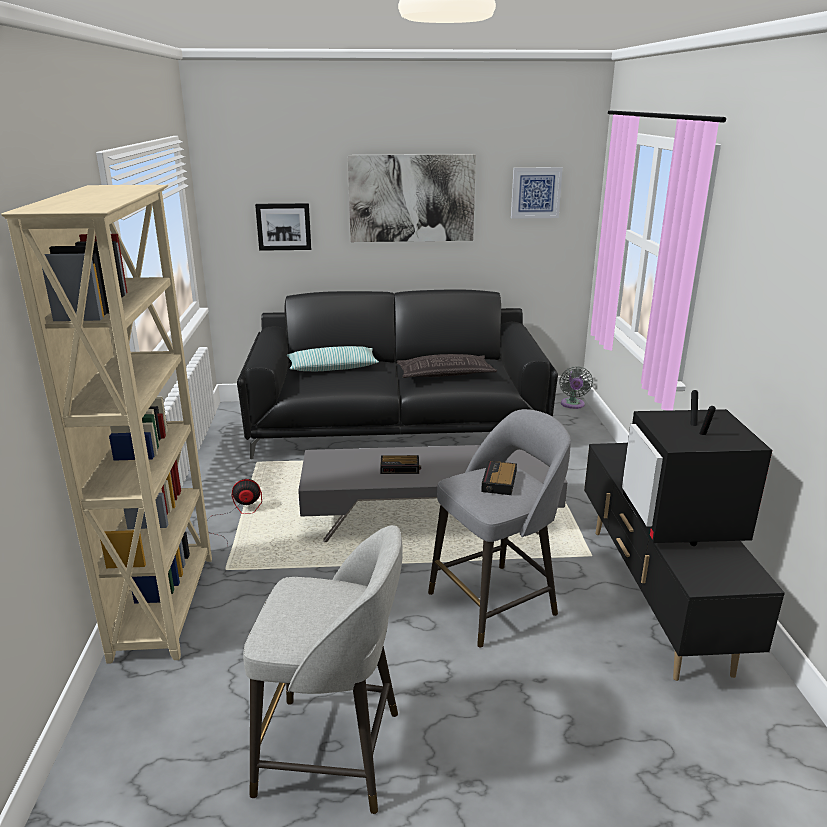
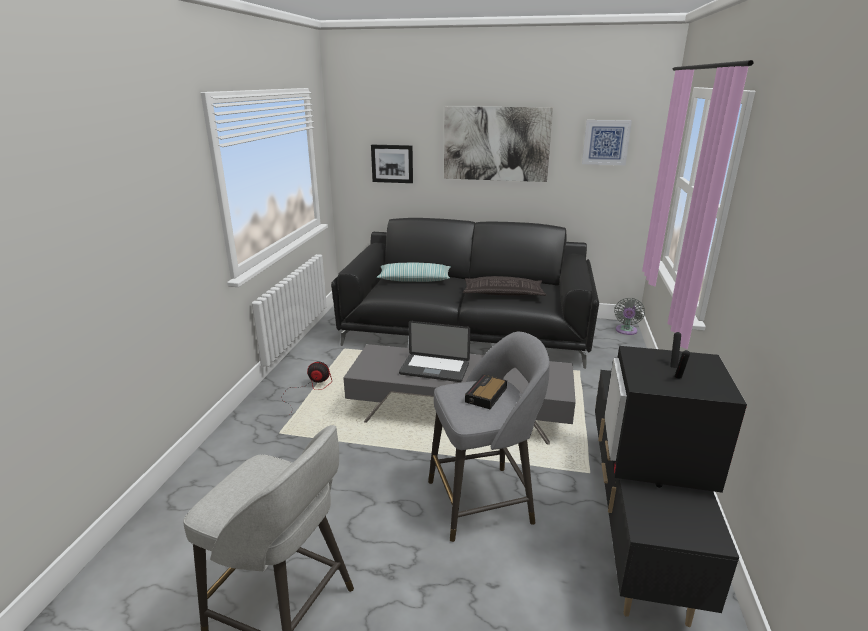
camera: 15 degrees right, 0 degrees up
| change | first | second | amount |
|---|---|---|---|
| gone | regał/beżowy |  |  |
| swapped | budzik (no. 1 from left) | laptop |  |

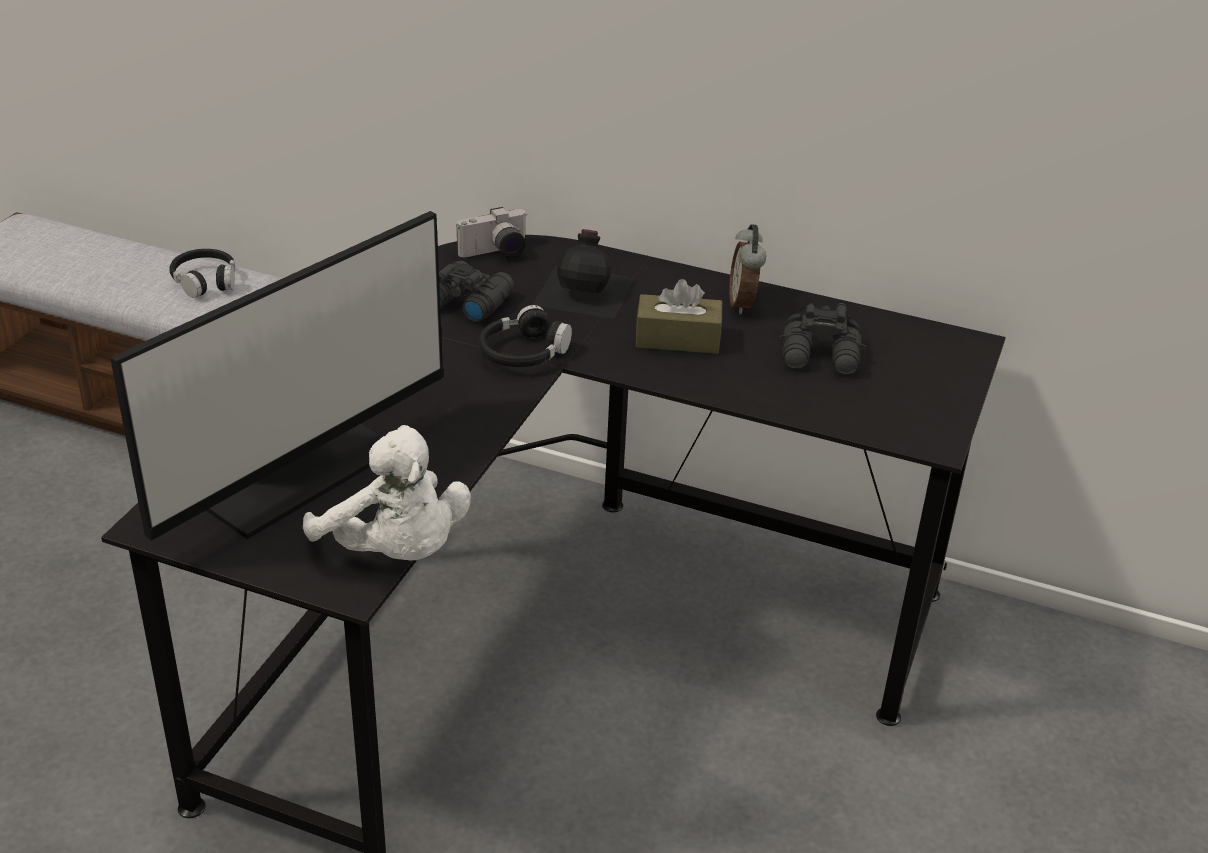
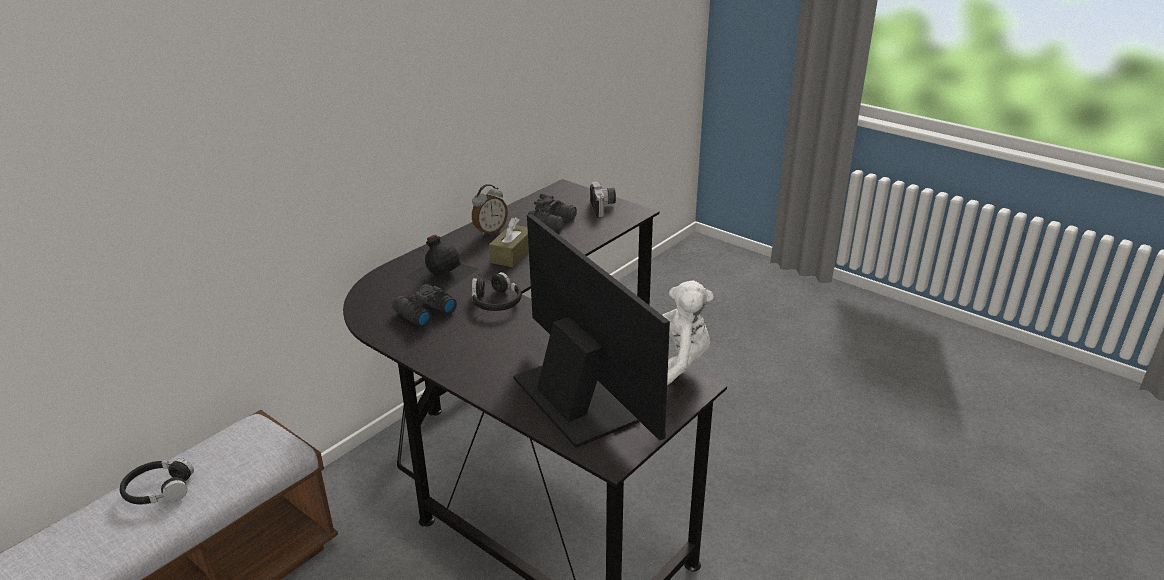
camera: 70 degrees left, 5 degrees down
| change | first | second | amount |
|---|---|---|---|
| shifted | aparat fotograficzny |  |  |
| rotated | budzik |  | 60 degrees counterclockwise |

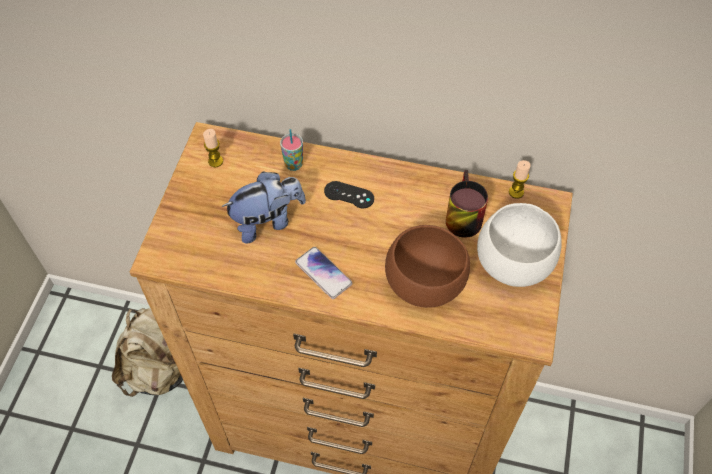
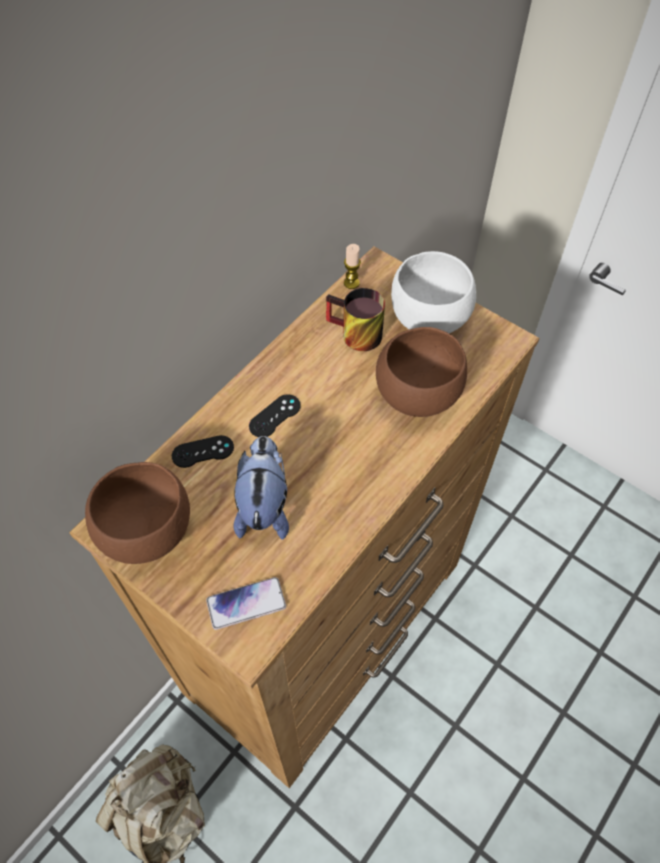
camera: 65 degrees left, 0 degrees up
| change | first | second | amount |
|---|---|---|---|
| swapped | świeca (no. 1 from left) | miska/brązowy (no. 1 from left) |  |
| swapped | filiżanka | pad do gier/czarny (no. 1 from left) |  |
| shifted | telefon |  |  |

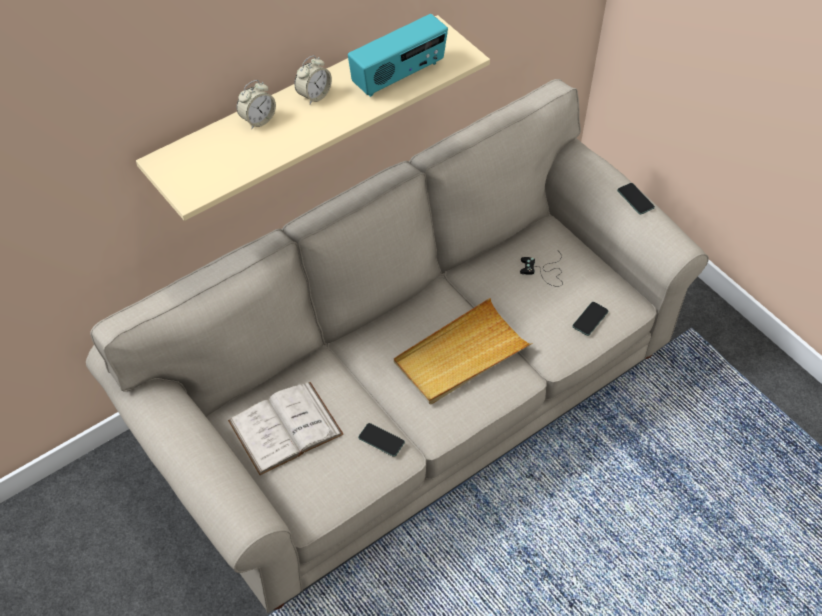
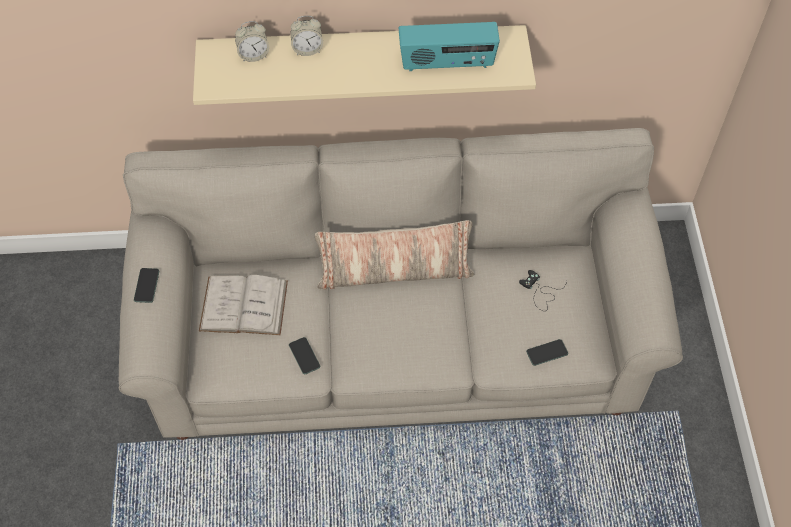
camera: 35 degrees right, 5 degrees up
| change | first | second | amount |
|---|---|---|---|
| shifted | budzik (no. 2 from left in the first image) | budzik (no. 1 from left) |  |
| shifted | telefon (no. 3 from left in the first image) | telefon (no. 1 from left) |  |
| gone | taca/beżowy |  |  |
| new |  | poduszka |  |

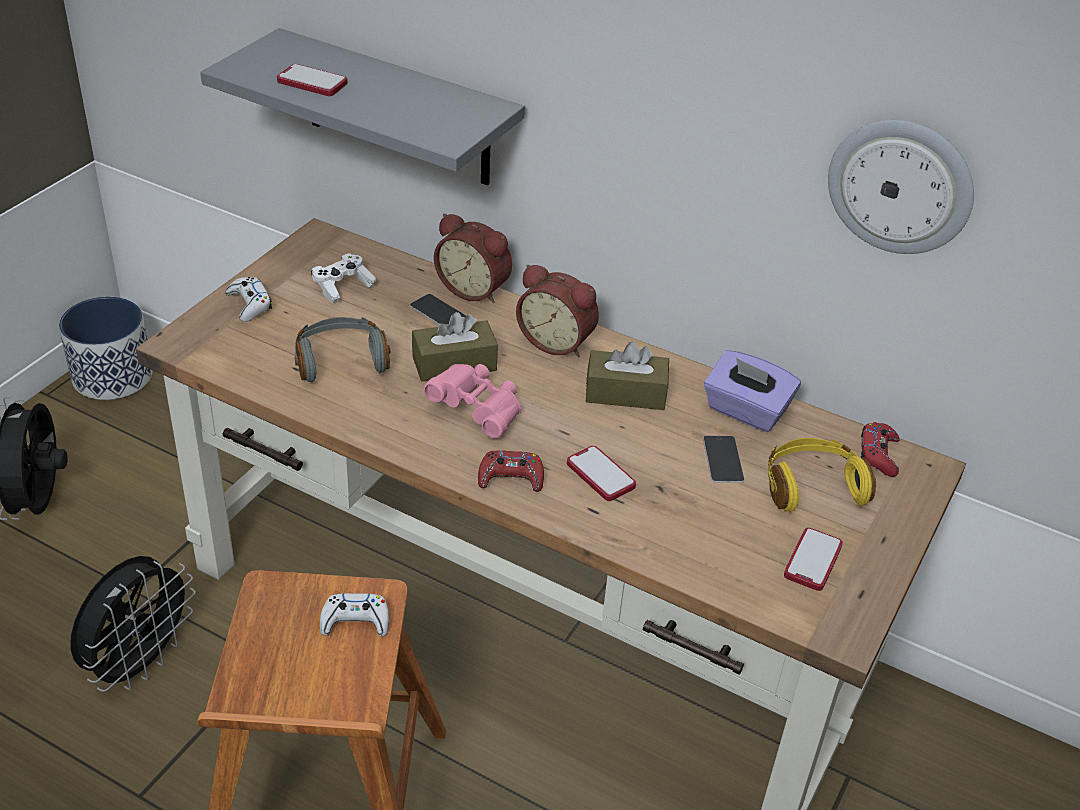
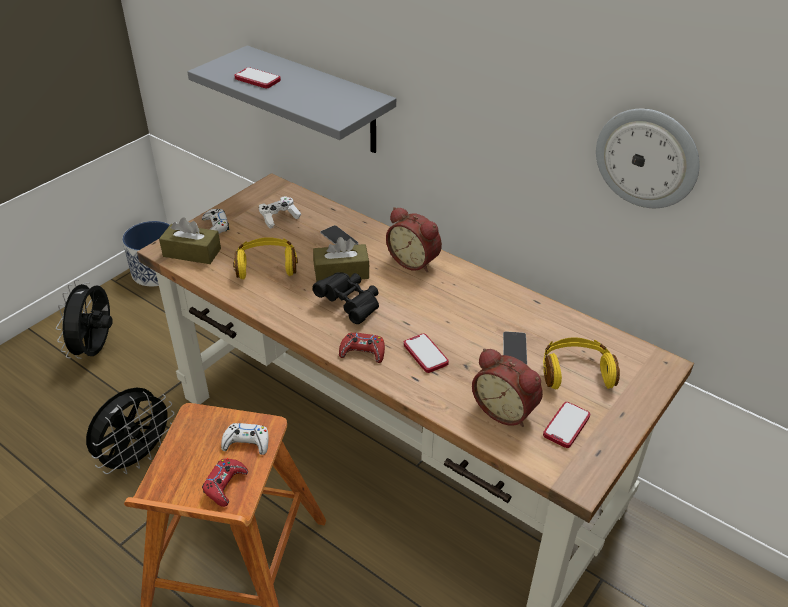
camera: 10 degrees right, 0 degrees up
| change | first | second | amount |
|---|---|---|---|
| shifted | budzik (no. 1 from left in the first image) | budzik (no. 2 from left) |  |
| repainted | słuchawki/szary | słuchawki/żółty (no. 1 from left) |  |
| shifted | pudełko chusteczek/brązowy (no. 2 from left in the first image) | pudełko chusteczek/brązowy (no. 1 from left) |  |
| gone | pudełko chusteczek/fioletowy |  |  |
| repainted | lornetka/różowy | lornetka/czarny |  |
| shifted | pad do gier/czerwony (no. 2 from left in the first image) | pad do gier/czerwony (no. 1 from left) |  |

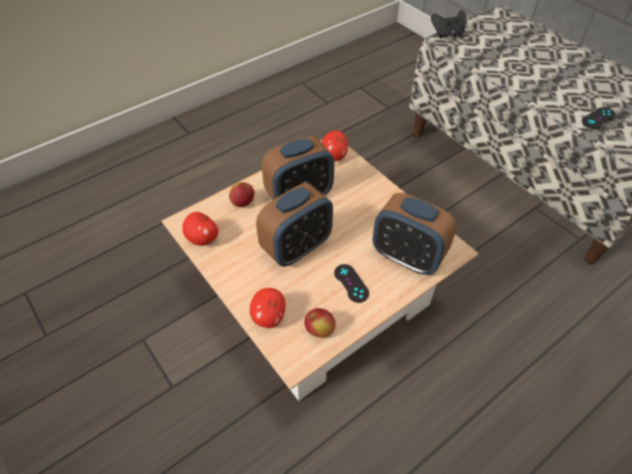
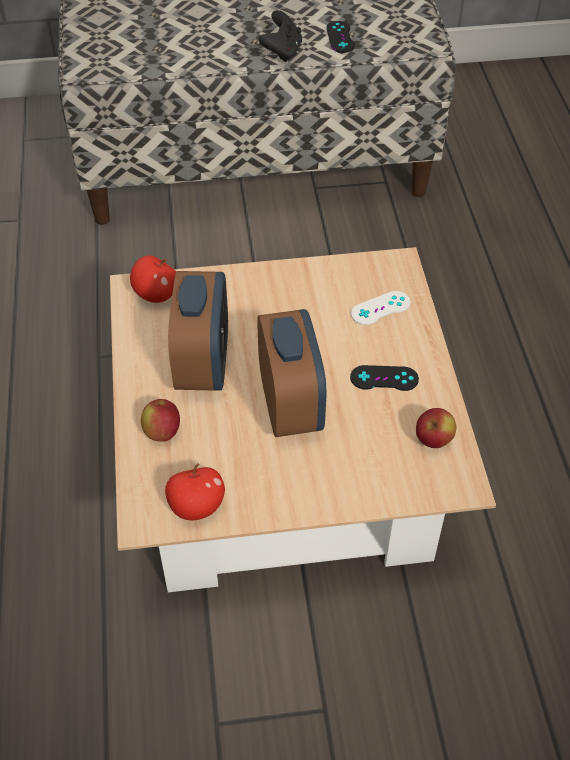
camera: 60 degrees left, 0 degrees up
| change | first | second | amount |
|---|---|---|---|
| shifted | pad do gier/czarny (no. 2 from left in the first image) | pad do gier/czarny (no. 1 from left) |  |
| swapped | budzik (no. 3 from left) | pad do gier/biały |  |
| gone | jabłko (no. 3 from left) |  |  |

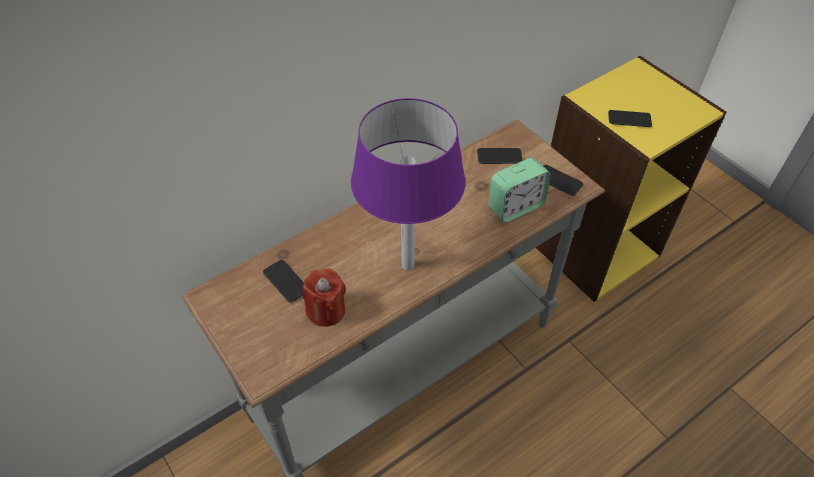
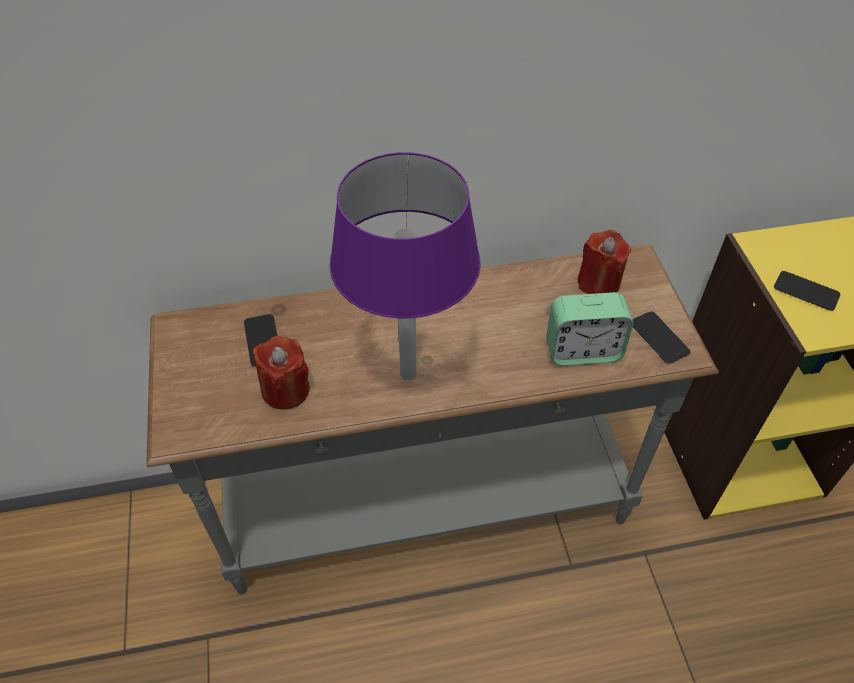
camera: 25 degrees right, 0 degrees up
| change | first | second | amount |
|---|---|---|---|
| swapped | telefon (no. 2 from left) | świeca/czerwony (no. 2 from left) |  |

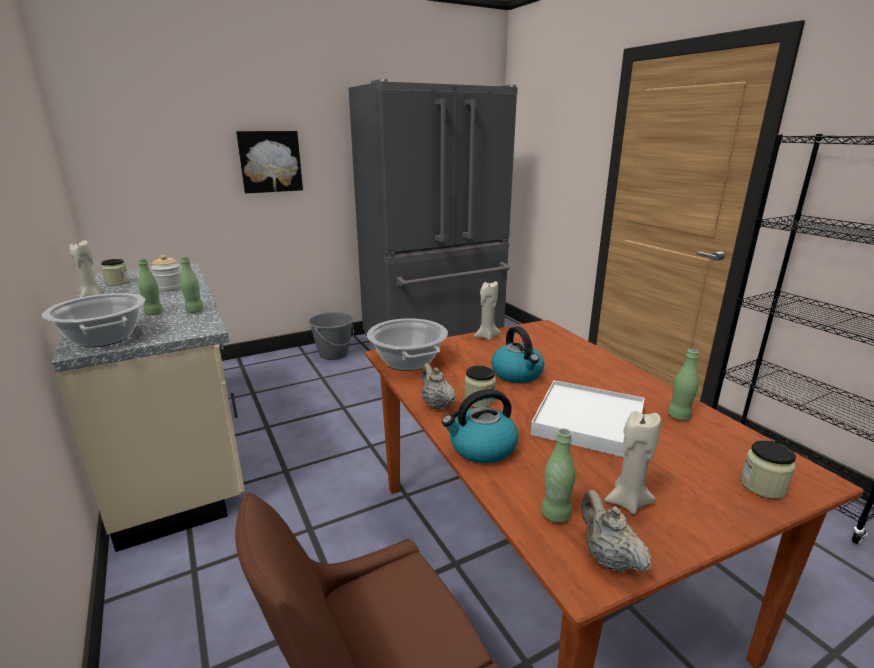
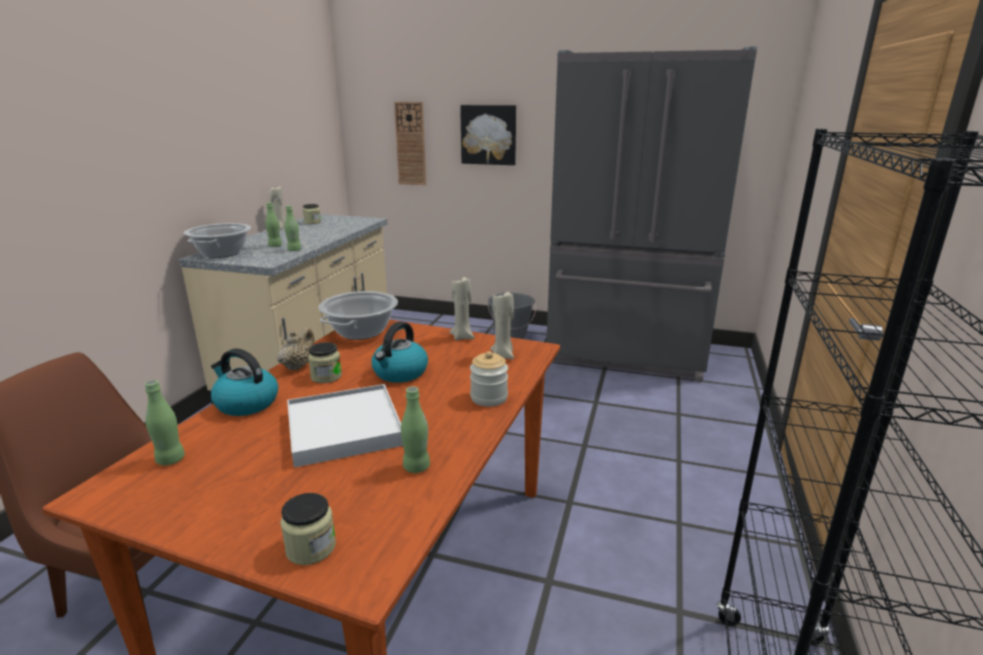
camera: 45 degrees right, 0 degrees up
| change | first | second | amount |
|---|---|---|---|
| shifted | słoik (no. 2 from left in the first image) | słoik (no. 4 from left) |  |
| shifted | świeca/beżowy (no. 3 from left) |  |  |
| gone | imbryk/beżowy (no. 2 from left) |  |  |
| new |  | zegar ścienny |  |

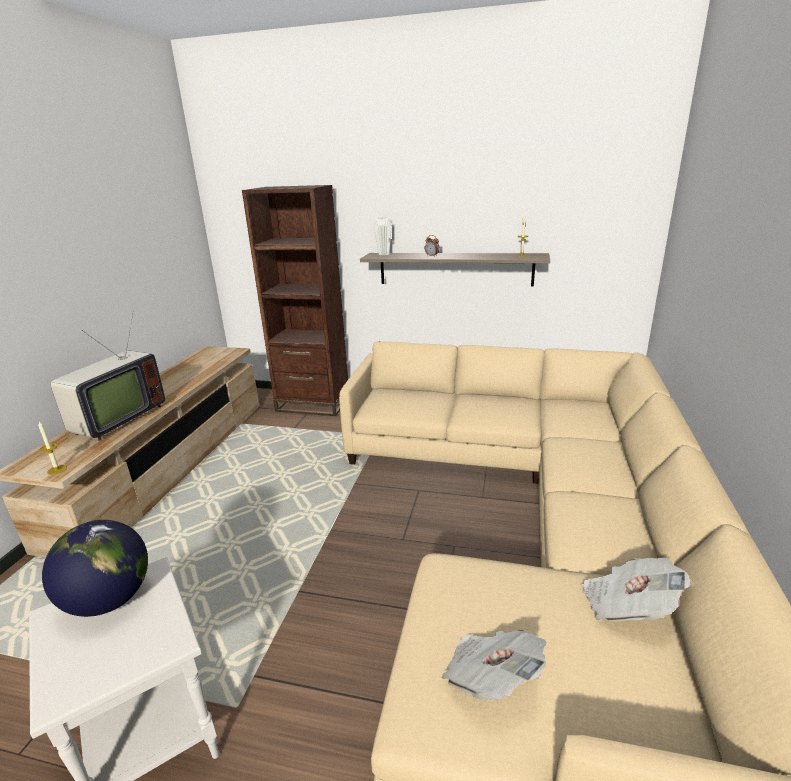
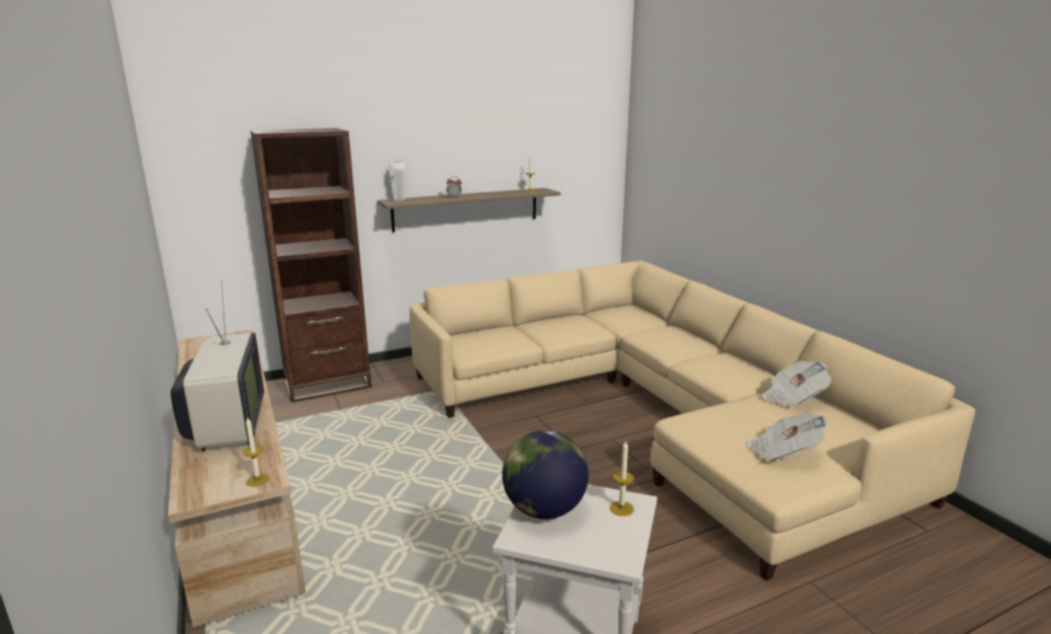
camera: 40 degrees left, 5 degrees down
| change | first | second | amount |
|---|---|---|---|
| new |  | świeca (no. 3 from left) |  |

